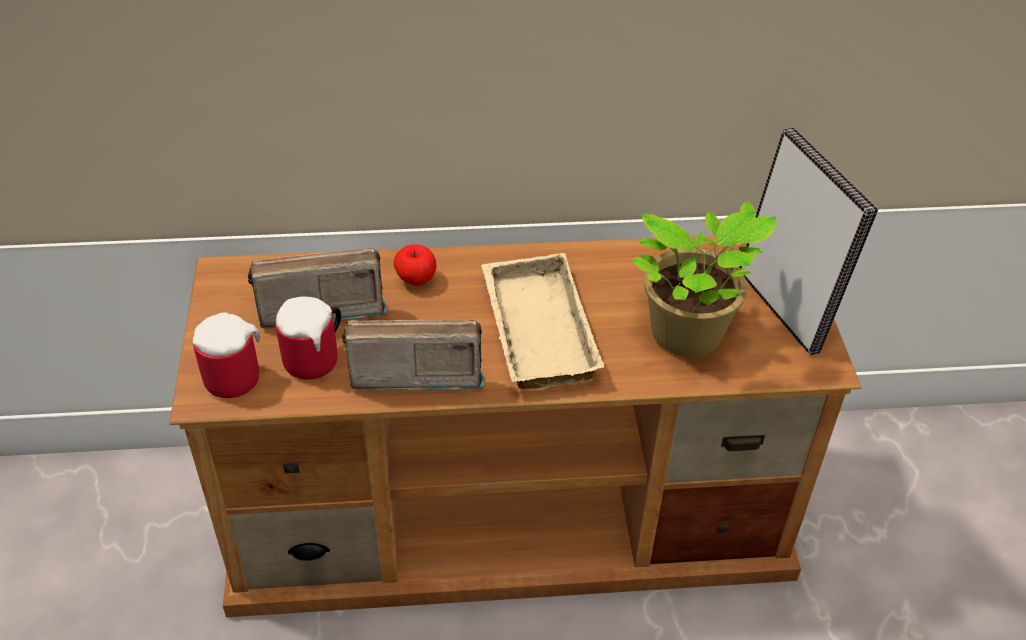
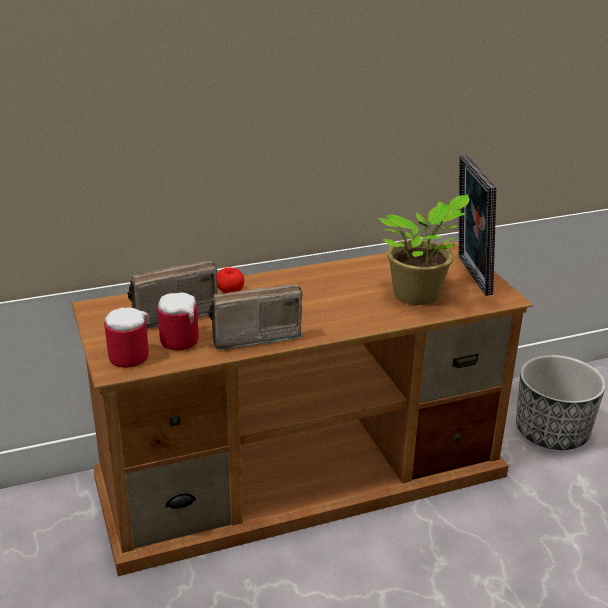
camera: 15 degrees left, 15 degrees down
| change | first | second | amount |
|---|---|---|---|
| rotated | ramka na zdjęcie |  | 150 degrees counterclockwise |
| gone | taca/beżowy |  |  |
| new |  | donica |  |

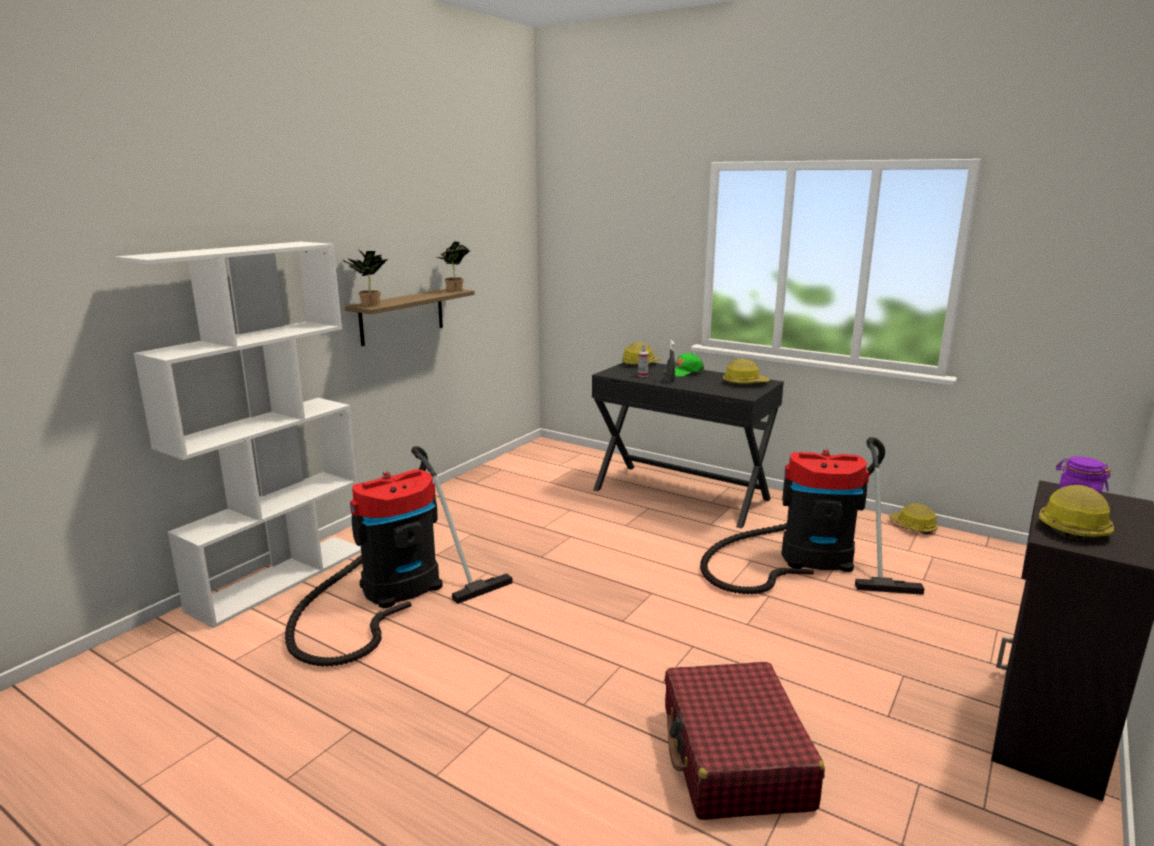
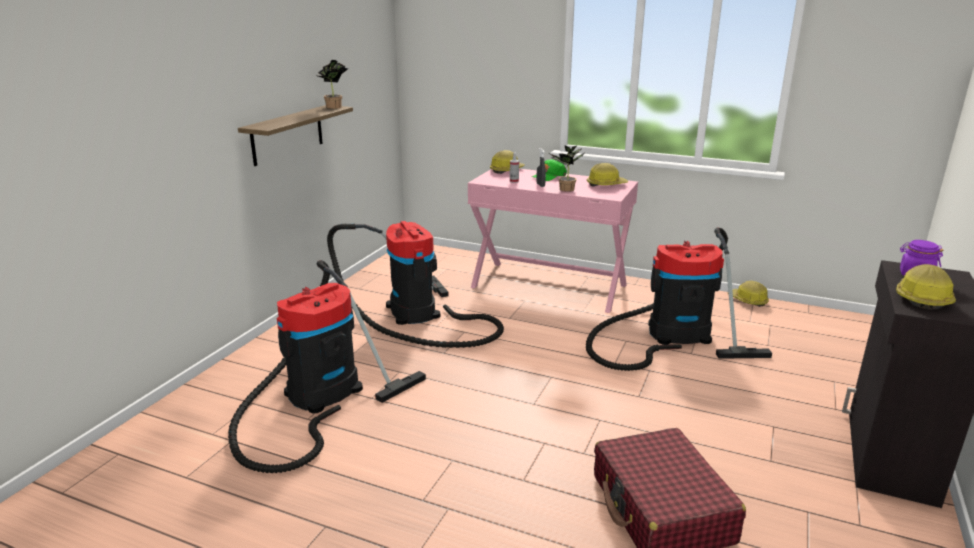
camera: 10 degrees left, 5 degrees up
| change | first | second | amount |
|---|---|---|---|
| gone | regał/biały |  |  |
| shifted | roślina doniczkowa (no. 1 from left in the first image) | roślina doniczkowa (no. 2 from left) |  |
| repainted | biurko/czarny | biurko/różowy |  |
| new |  | odkurzacz (no. 2 from left) |  |

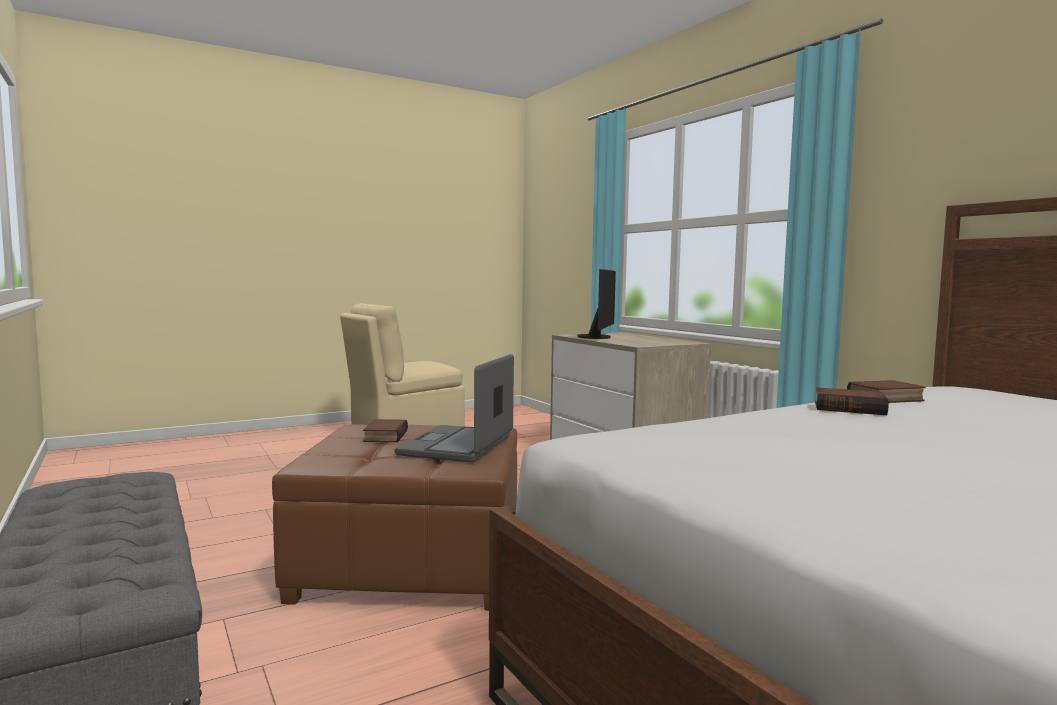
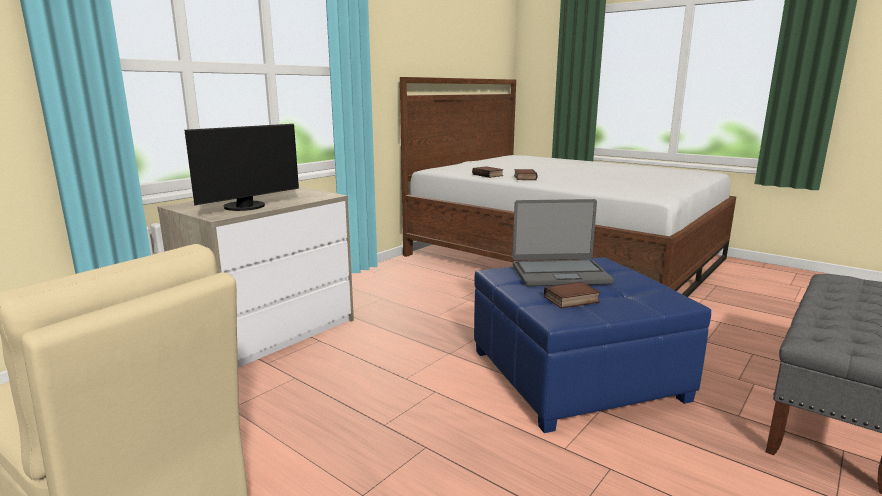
camera: 110 degrees left, 10 degrees up
| change | first | second | amount |
|---|---|---|---|
| rotated | monitor |  | 135 degrees clockwise |
| repainted | pufa/brązowy | pufa/niebieski |  |

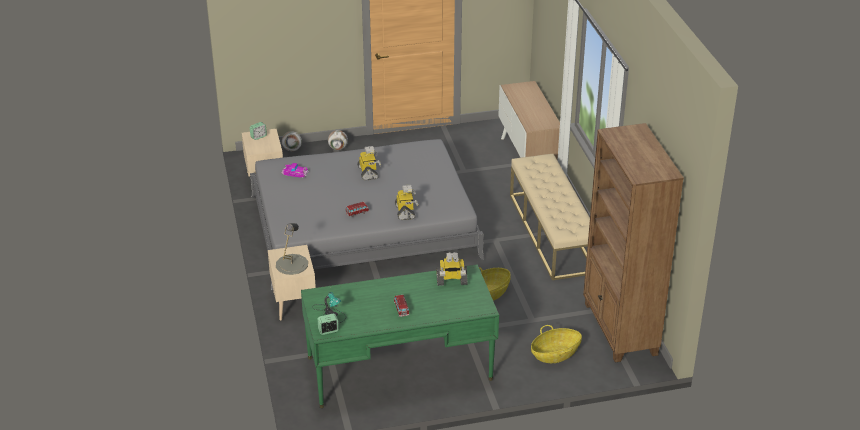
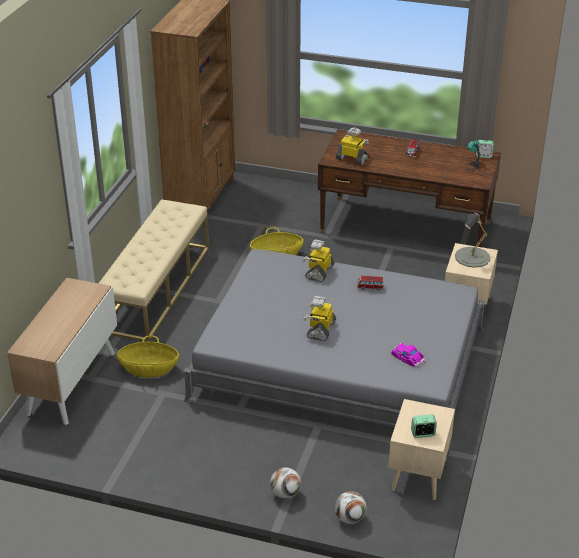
camera: 150 degrees left, 0 degrees up
| change | first | second | amount |
|---|---|---|---|
| repainted | biurko/zielony | biurko/brązowy |  |
| shifted | koszyk (no. 2 from left in the first image) | koszyk (no. 1 from left) |  |

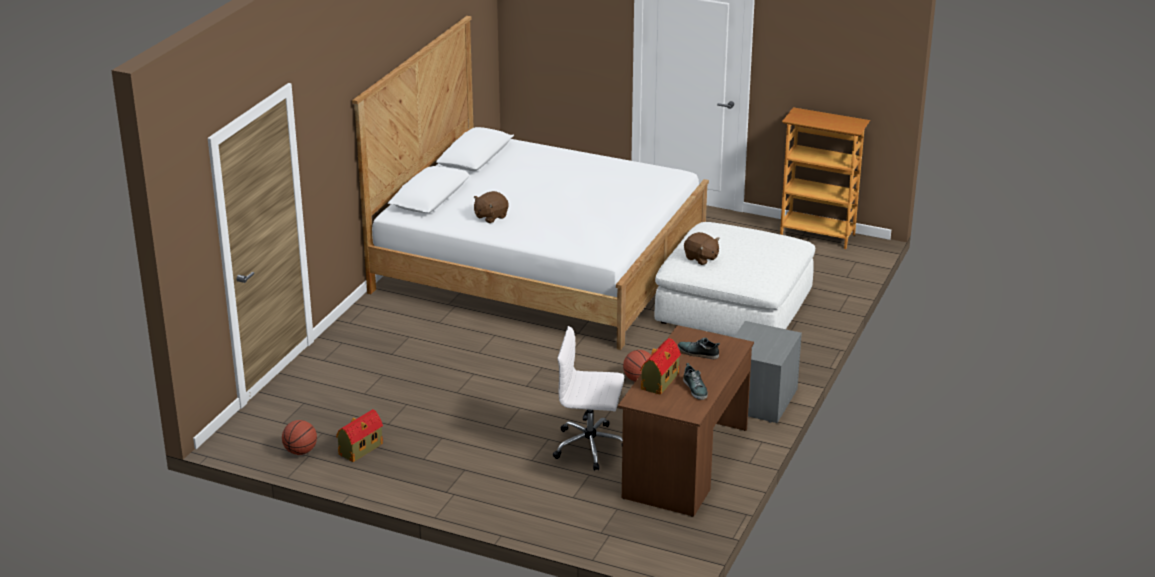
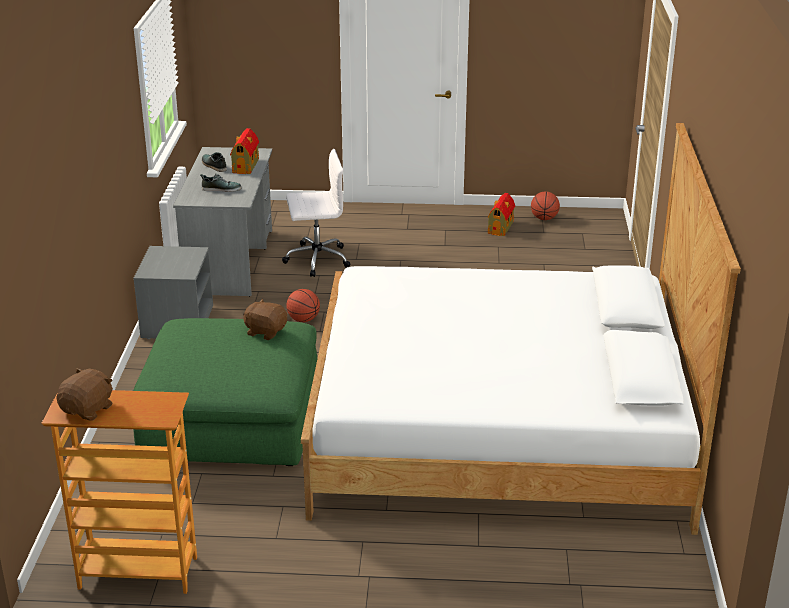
camera: 160 degrees right, 0 degrees up
| change | first | second | amount |
|---|---|---|---|
| shifted | pluszak/brązowy (no. 1 from left) |  |  |
| repainted | pufa/biały | pufa/zielony |  |
| repainted | biurko/brązowy | biurko/szary |  |

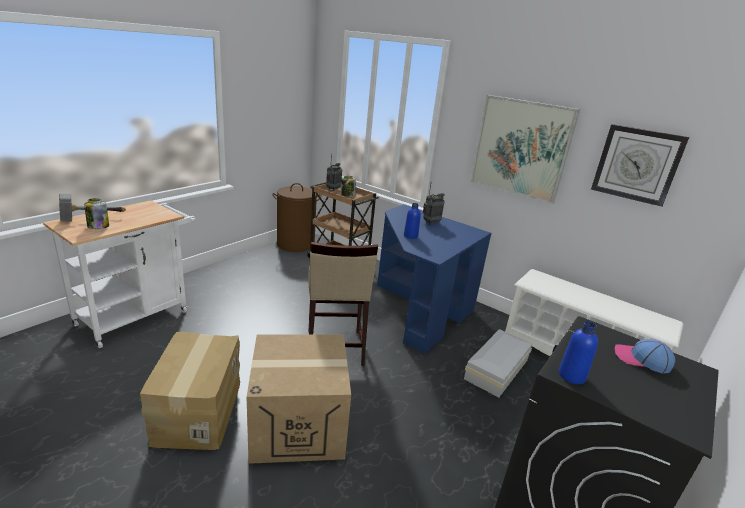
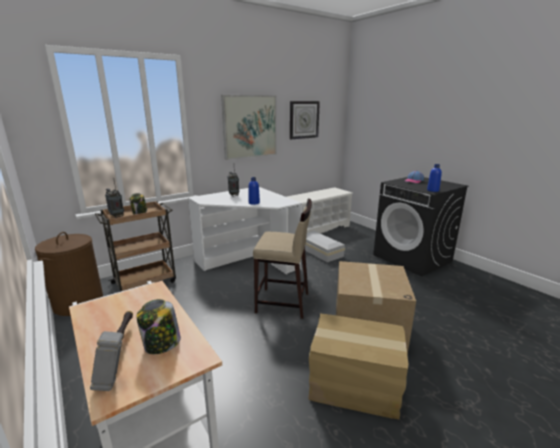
camera: 70 degrees left, 5 degrees down
| change | first | second | amount |
|---|---|---|---|
| repainted | biurko/niebieski | biurko/biały |  |

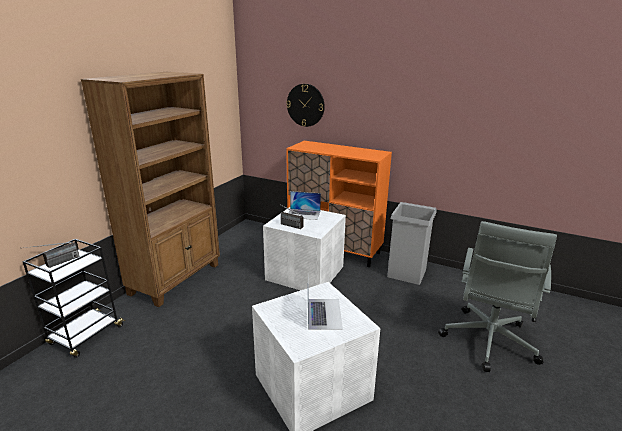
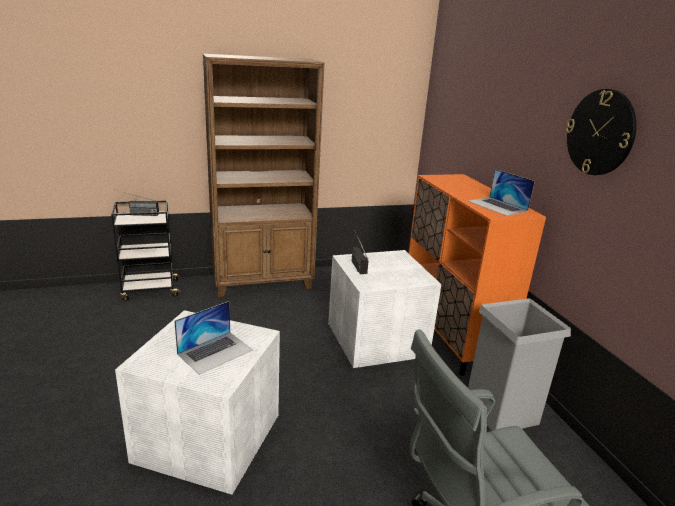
camera: 45 degrees right, 0 degrees up
| change | first | second | amount |
|---|---|---|---|
| shifted | zegar ścienny |  |  |
| shifted | laptop (no. 1 from left in the first image) | laptop (no. 2 from left) |  |

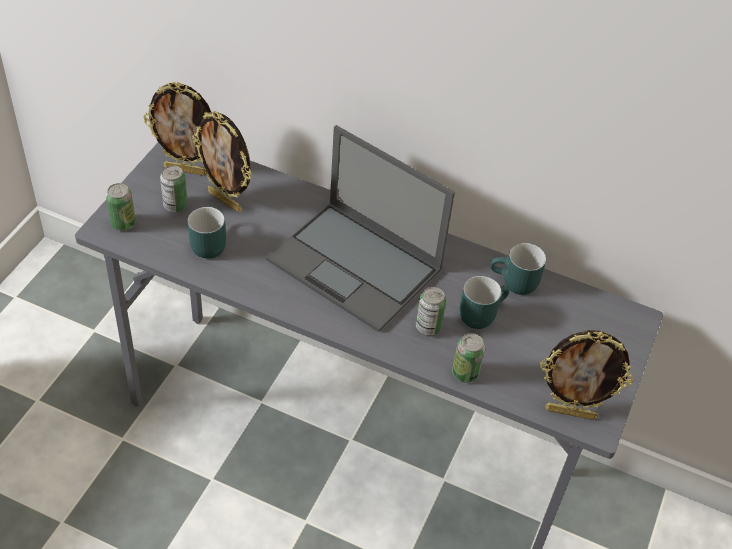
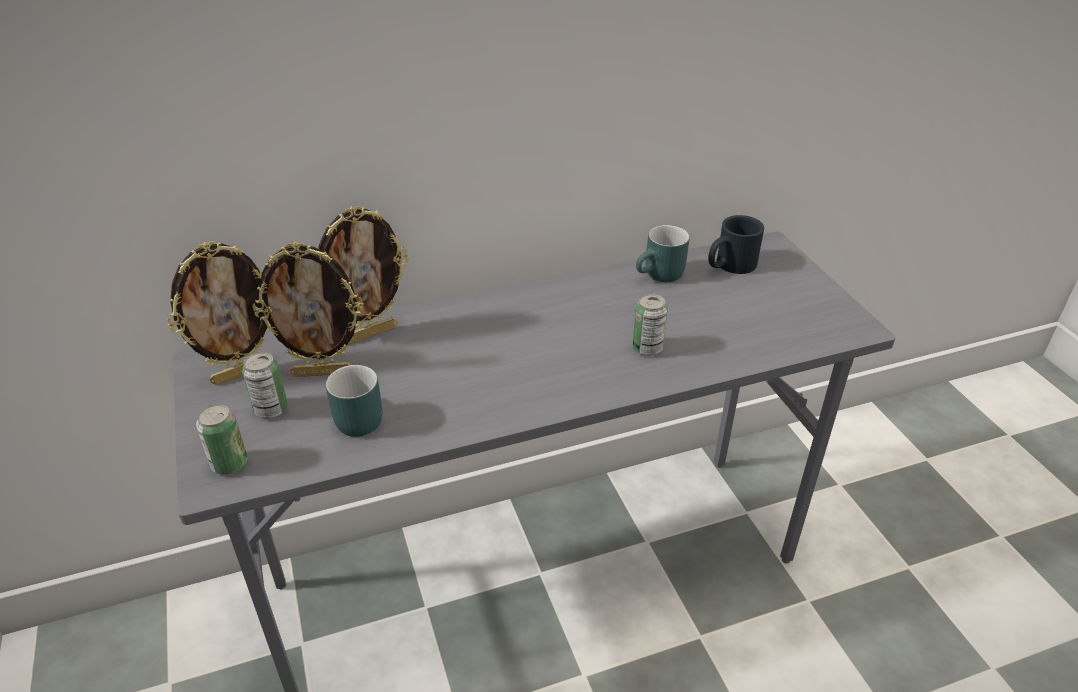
camera: 40 degrees left, 10 degrees down
| change | first | second | amount |
|---|---|---|---|
| gone | laptop |  |  |
| gone | kubek/turkusowy (no. 2 from left) |  |  |
| shifted | ramka na zdjęcie (no. 3 from left) |  |  |
| gone | puszka (no. 4 from left) |  |  |
| new |  | kubek/czarny |  |

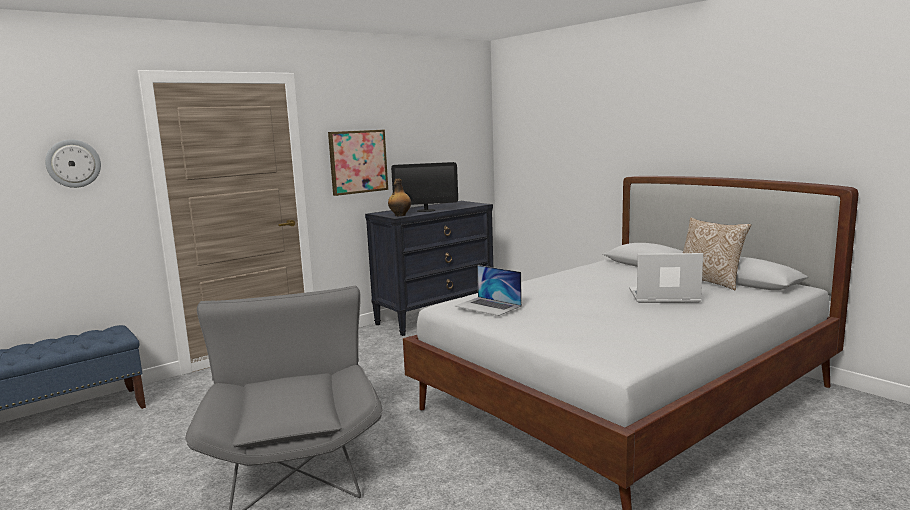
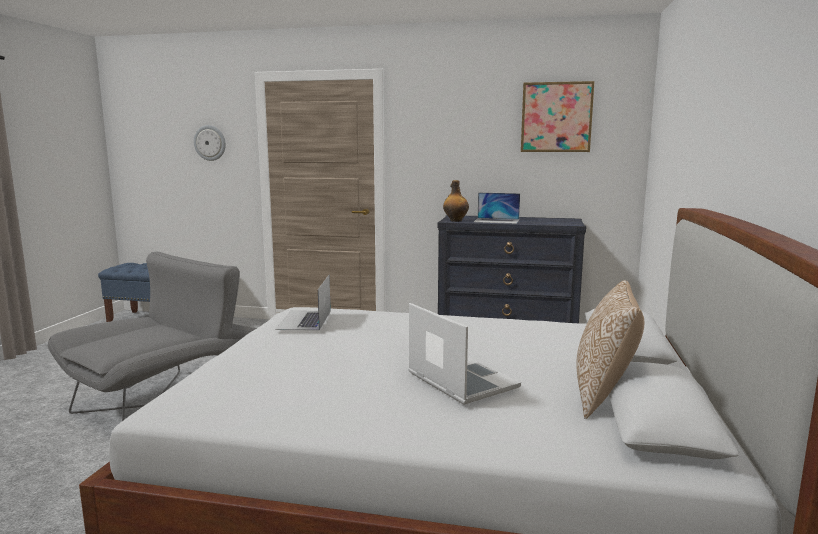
camera: 50 degrees right, 0 degrees up
| change | first | second | amount |
|---|---|---|---|
| shifted | obraz |  |  |
| swapped | monitor | laptop (no. 3 from left) |  |

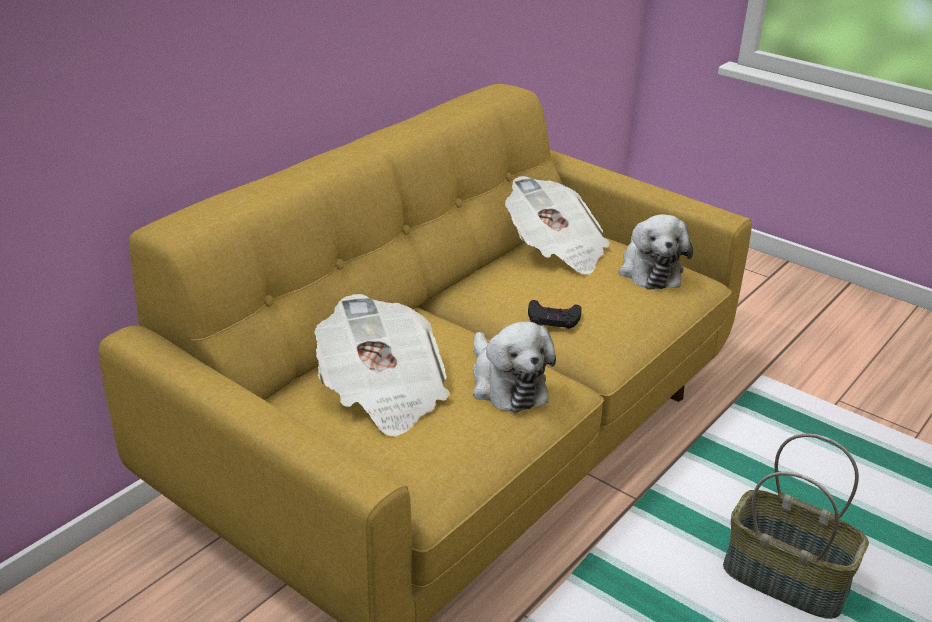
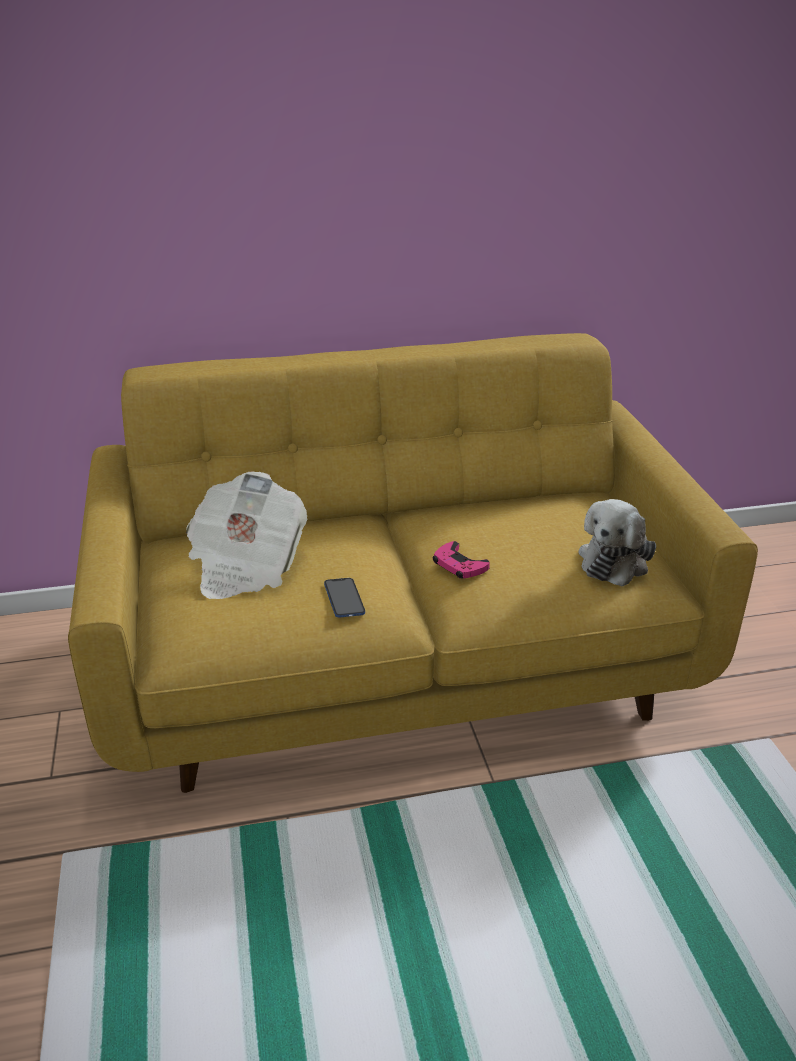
camera: 40 degrees right, 0 degrees up
| change | first | second | amount |
|---|---|---|---|
| gone | gazeta (no. 2 from left) |  |  |
| repainted | pad do gier/czarny | pad do gier/różowy |  |
| swapped | pluszak (no. 1 from left) | telefon |  |
| gone | koszyk |  |  |

